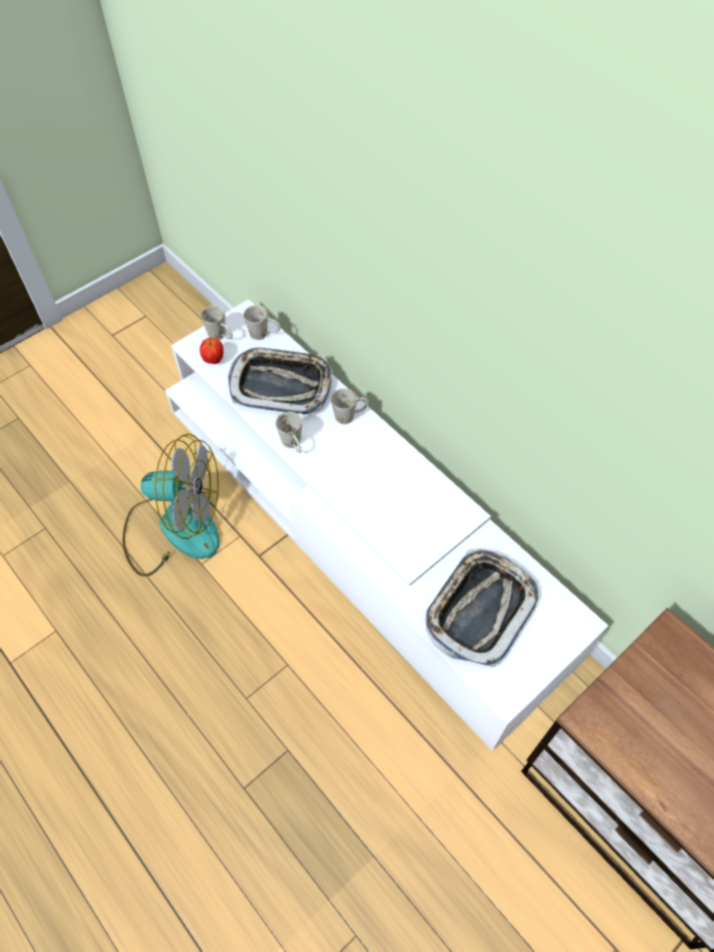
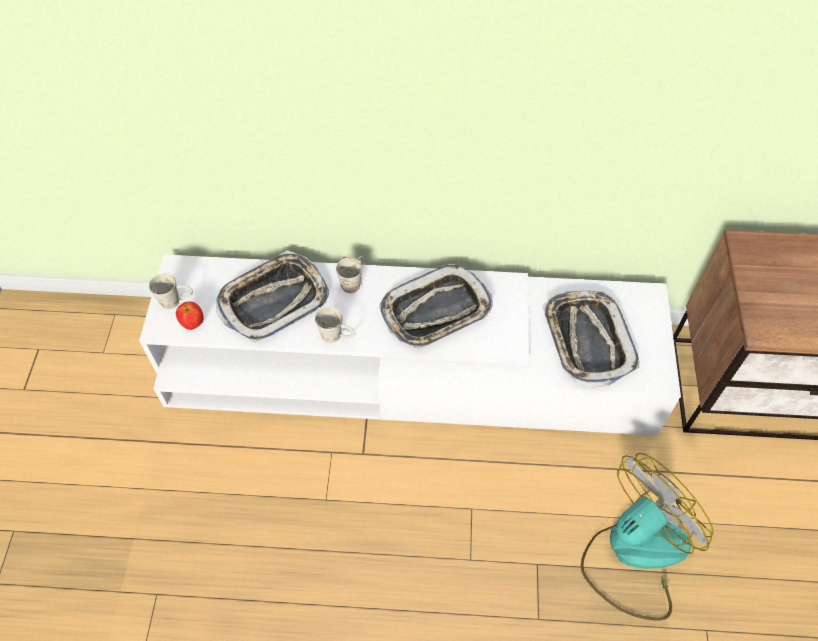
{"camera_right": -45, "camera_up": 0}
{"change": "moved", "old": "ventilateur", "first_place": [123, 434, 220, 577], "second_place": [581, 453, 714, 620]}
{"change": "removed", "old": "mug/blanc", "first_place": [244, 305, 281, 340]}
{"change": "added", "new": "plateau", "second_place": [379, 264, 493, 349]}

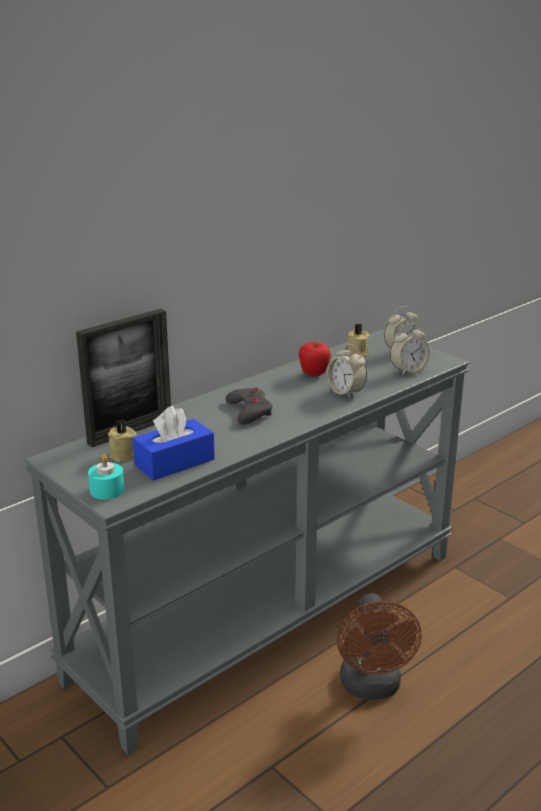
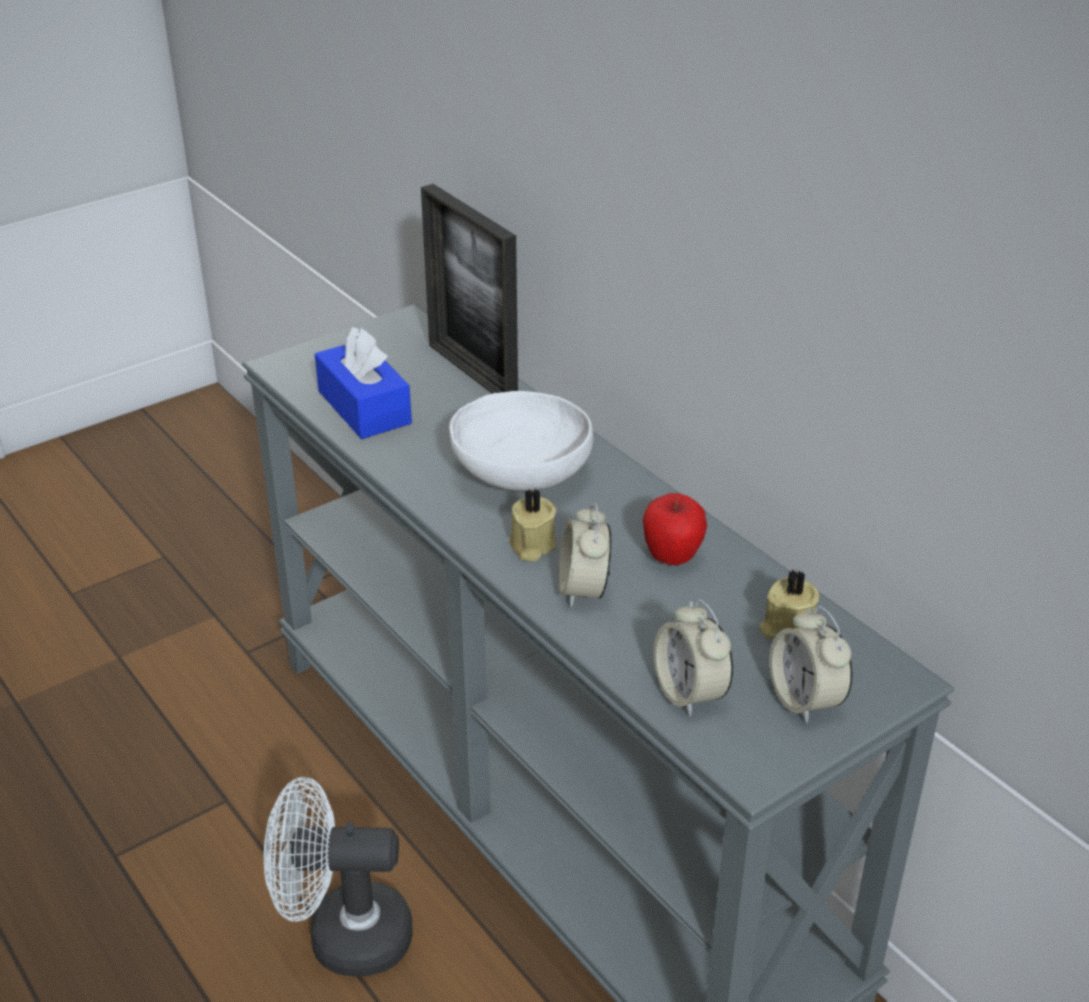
{"camera_right": 95, "camera_up": 10}
{"change": "removed", "old": "bougie/turquoise", "first_place": [88, 454, 124, 500]}
{"change": "moved", "old": "bougie/beige", "first_place": [108, 420, 137, 462], "second_place": [509, 489, 557, 561]}
{"change": "replaced", "old": "manette/gris", "new": "bol/blanc", "first_place": [225, 388, 272, 425], "second_place": [449, 391, 594, 491]}
{"change": "turned", "old": "réveil", "first_place": [327, 344, 367, 398], "second_place": [558, 503, 612, 608], "degrees": -60}
{"change": "recoloured", "old": "ventilateur/marron", "new": "ventilateur/blanc", "first_place": [337, 593, 422, 700], "second_place": [264, 777, 412, 977]}

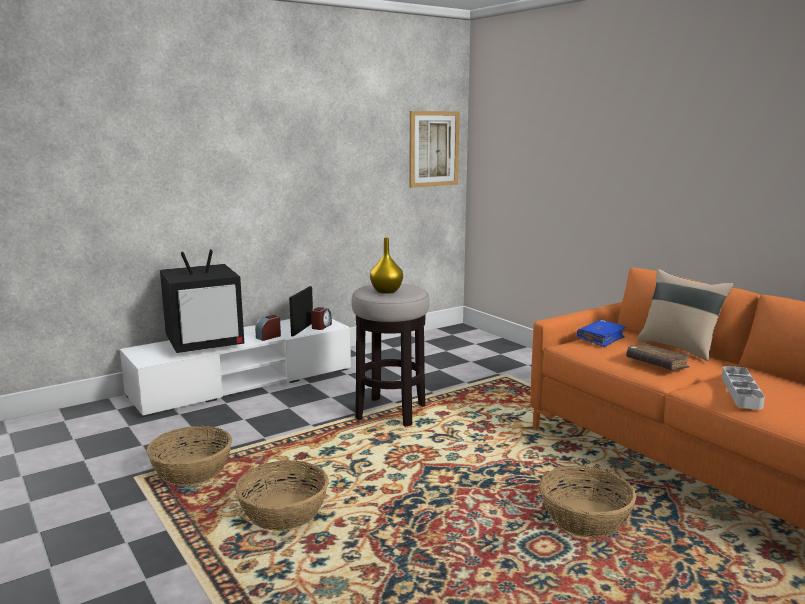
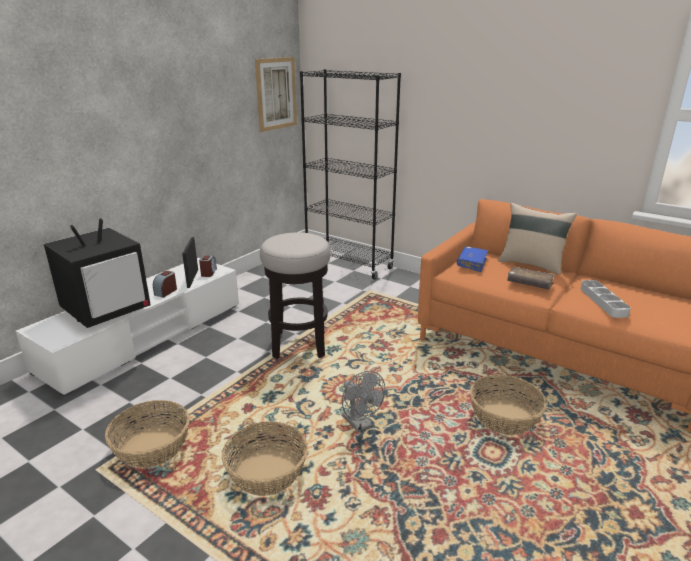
{"camera_right": -20, "camera_up": 10}
{"change": "removed", "old": "vase/jaune", "first_place": [370, 238, 403, 294]}
{"change": "added", "new": "bibliothèque/noir", "second_place": [300, 69, 401, 279]}
{"change": "added", "new": "ventilateur/gris", "second_place": [342, 371, 385, 432]}

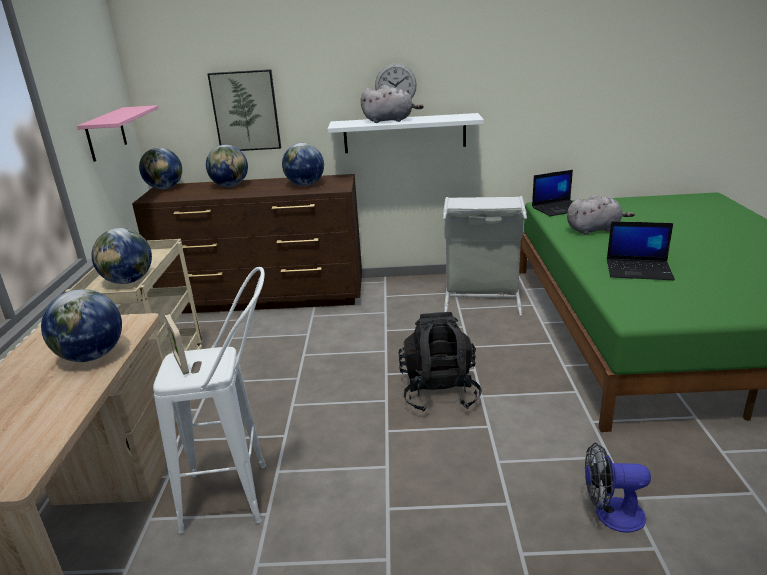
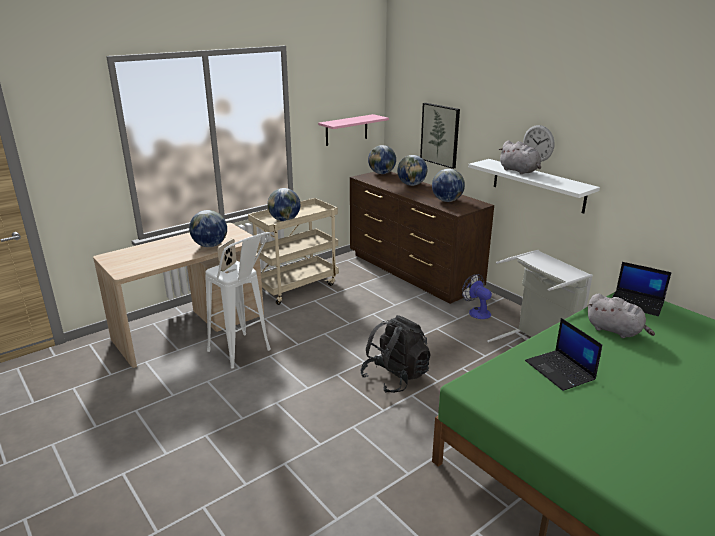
{"camera_right": 50, "camera_up": 0}
{"change": "moved", "old": "ventilateur", "first_place": [585, 442, 651, 533], "second_place": [462, 274, 492, 319]}

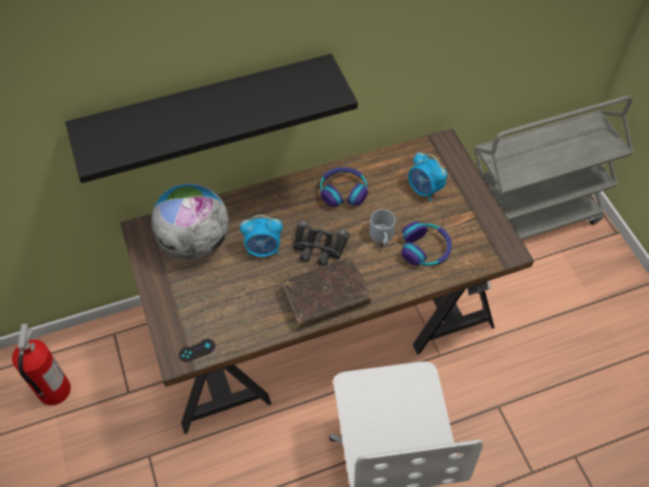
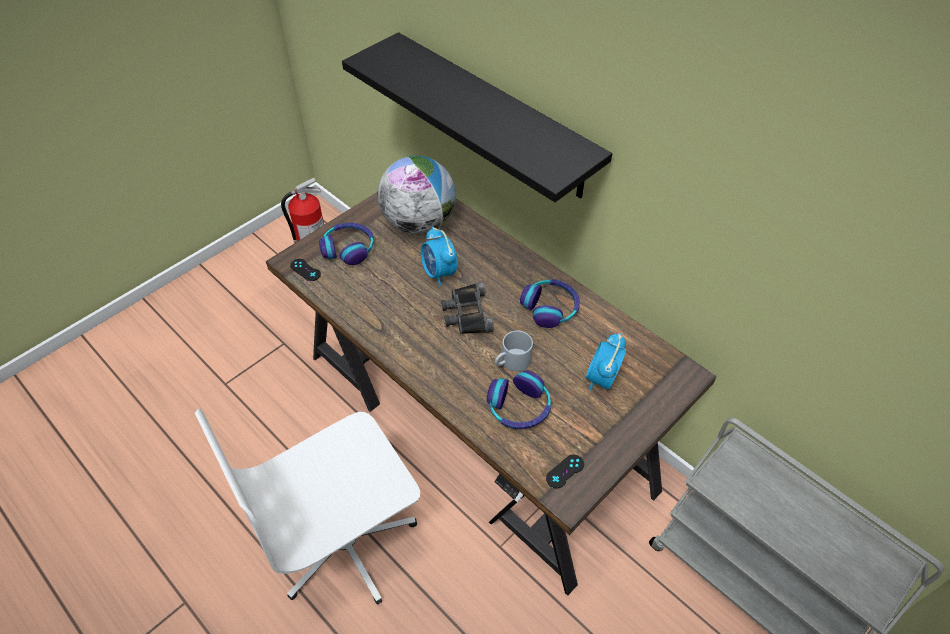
{"camera_right": 65, "camera_up": -5}
{"change": "removed", "old": "livre/marron", "first_place": [281, 258, 371, 328]}
{"change": "added", "new": "casque audio", "second_place": [319, 223, 374, 265]}
{"change": "added", "new": "manette/noir", "second_place": [546, 455, 584, 488]}

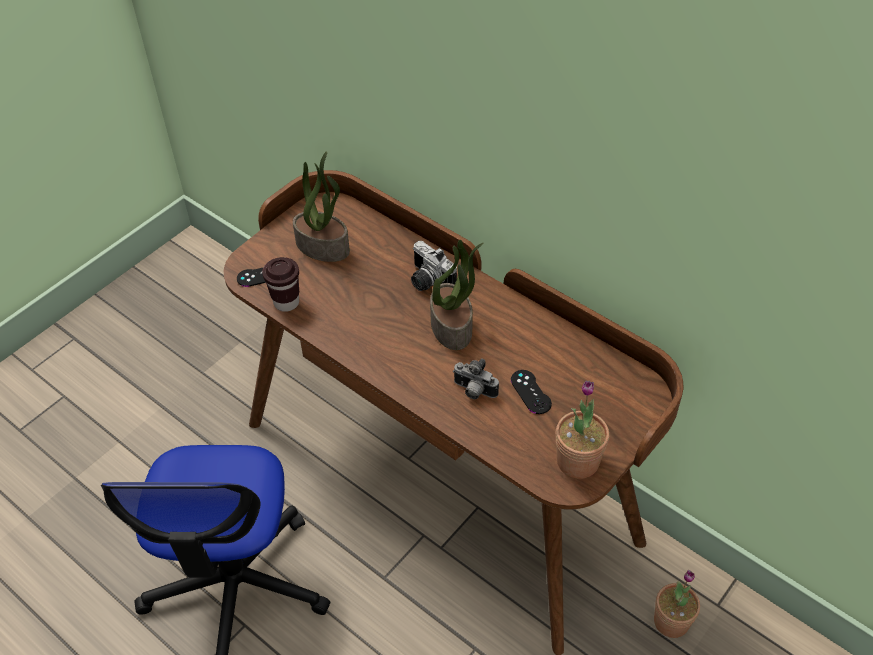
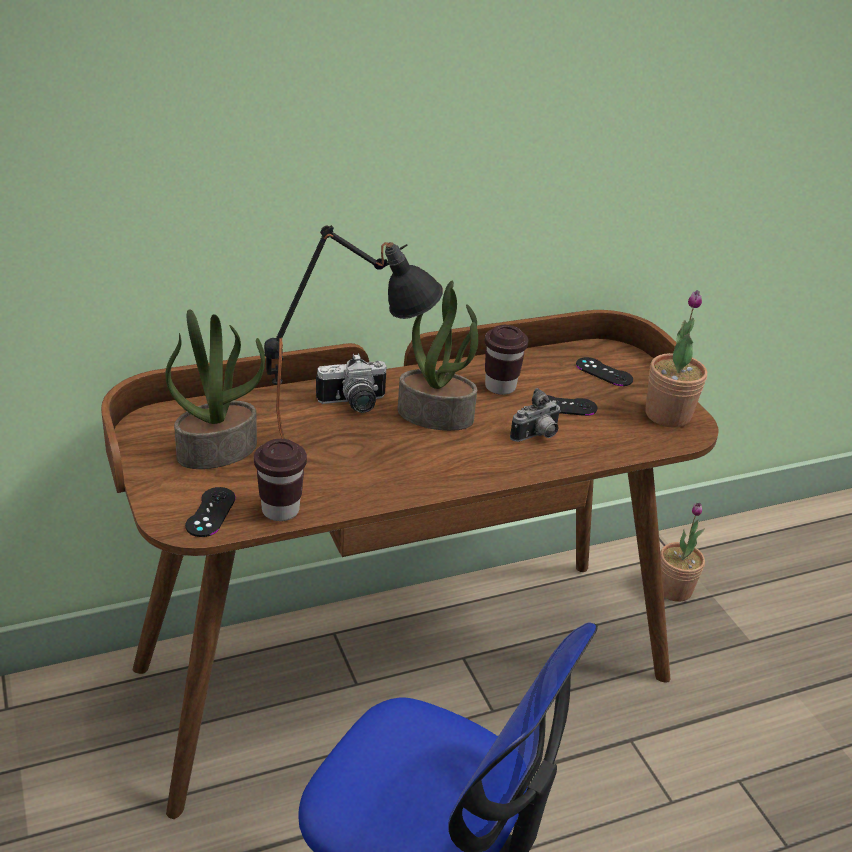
{"camera_right": -65, "camera_up": -15}
{"change": "added", "new": "lampe de table/noir", "second_place": [264, 225, 443, 439]}
{"change": "added", "new": "tasse/marron", "second_place": [485, 325, 528, 395]}
{"change": "added", "new": "manette/noir", "second_place": [576, 357, 633, 386]}

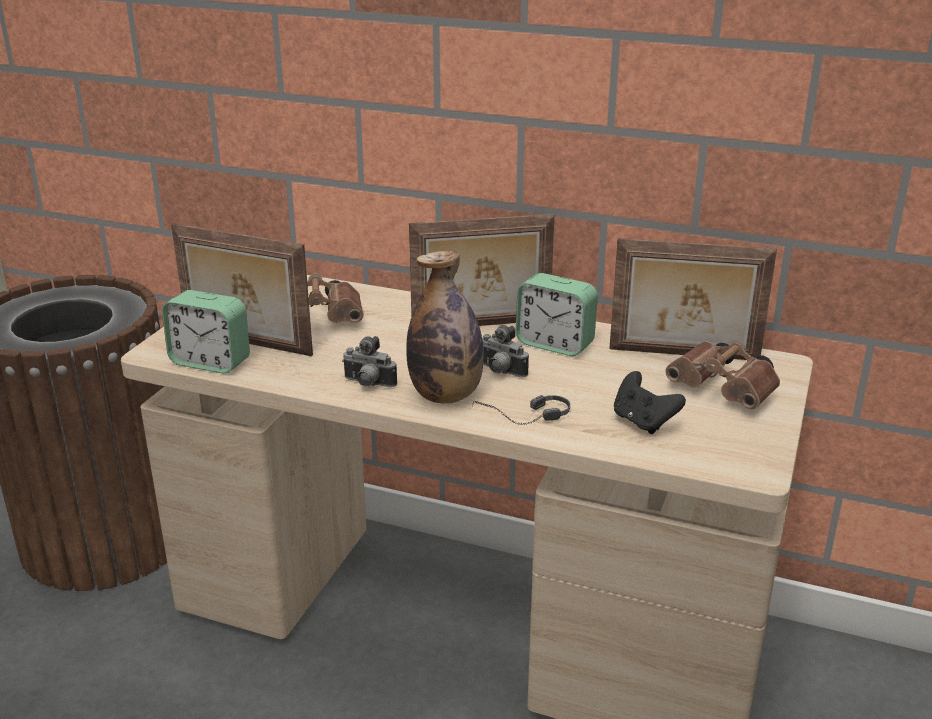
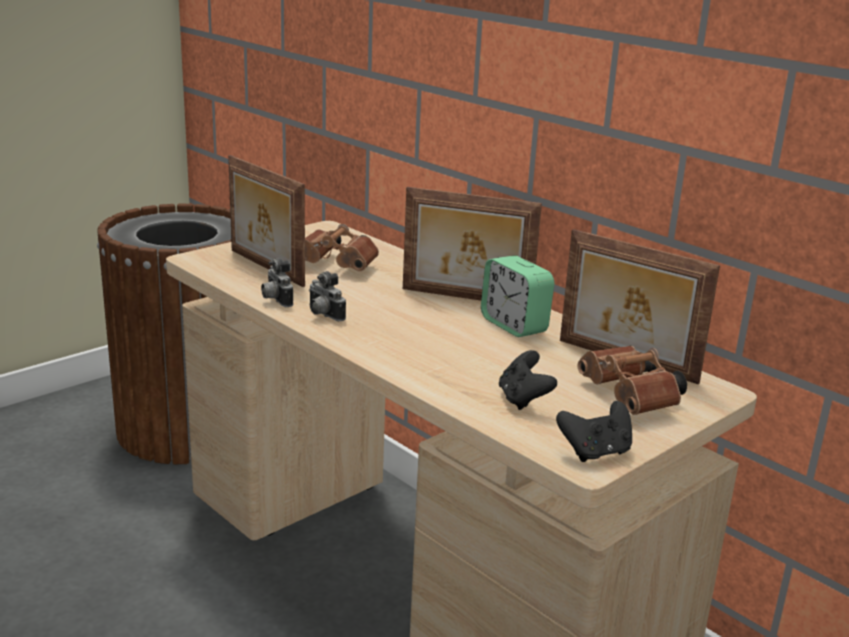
{"camera_right": 25, "camera_up": -5}
{"change": "removed", "old": "réveil", "first_place": [162, 290, 250, 374]}
{"change": "removed", "old": "bouteille", "first_place": [406, 251, 484, 404]}
{"change": "removed", "old": "casque audio", "first_place": [472, 395, 570, 425]}
{"change": "moved", "old": "appareil photo", "first_place": [482, 325, 529, 377], "second_place": [261, 258, 293, 307]}
{"change": "added", "new": "manette/noir", "second_place": [556, 401, 632, 462]}

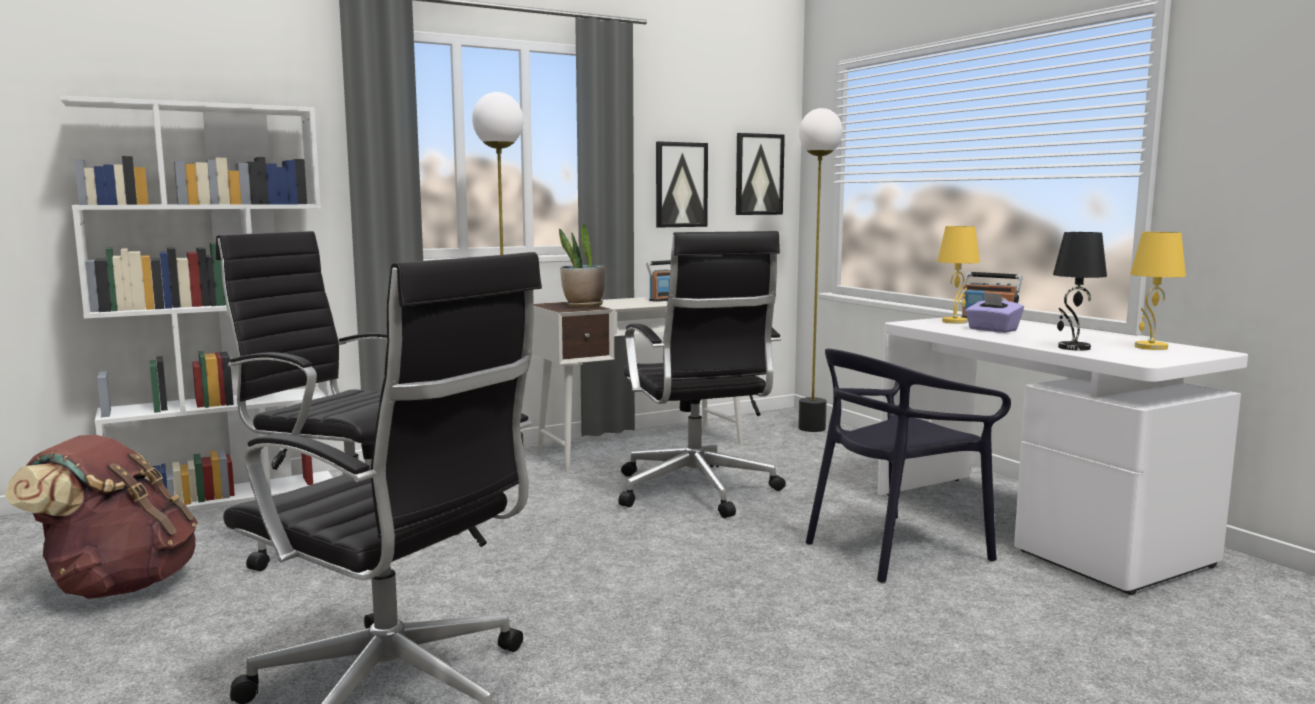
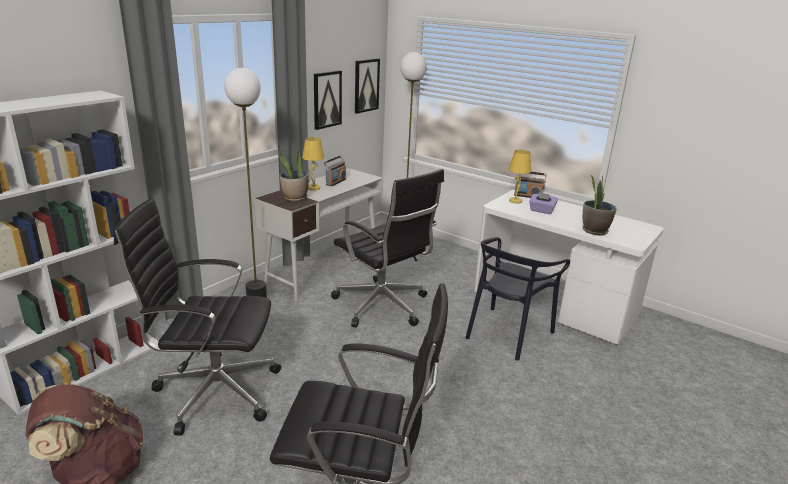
{"camera_right": -25, "camera_up": 15}
{"change": "replaced", "old": "lampe de table/noir", "new": "plante en pot", "first_place": [1053, 232, 1107, 351], "second_place": [583, 175, 617, 236]}
{"change": "moved", "old": "lampe de table/jaune", "first_place": [1130, 232, 1186, 350], "second_place": [302, 137, 324, 191]}

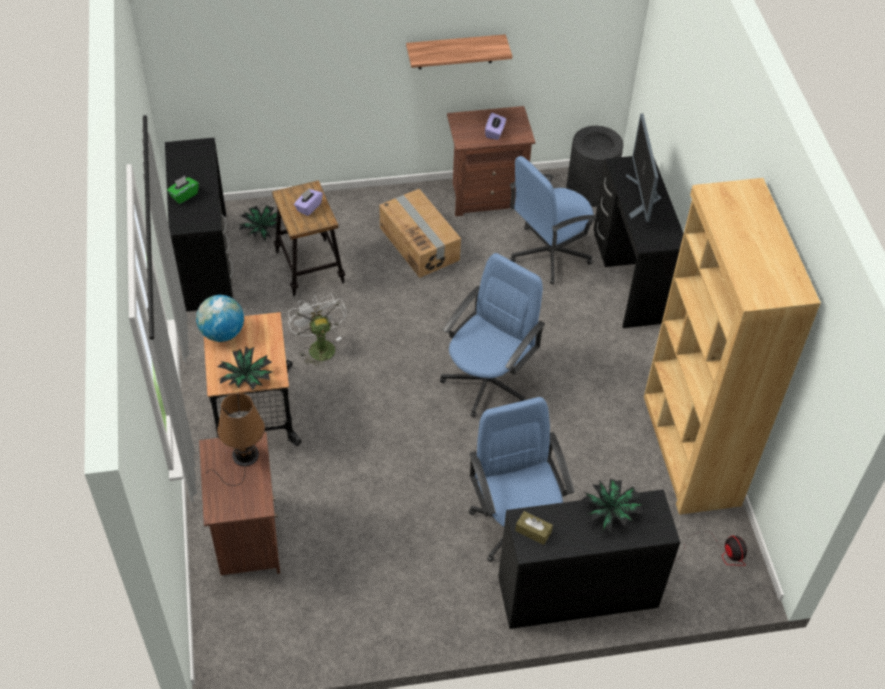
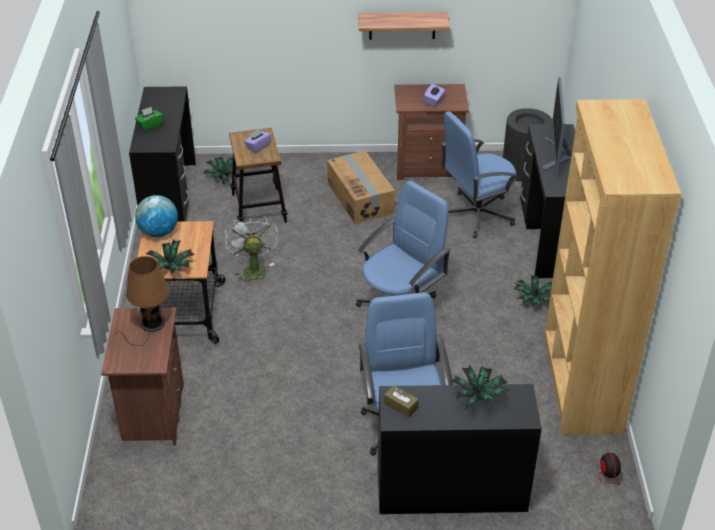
{"camera_right": 10, "camera_up": -10}
{"change": "added", "new": "plante en pot", "second_place": [514, 275, 552, 307]}

